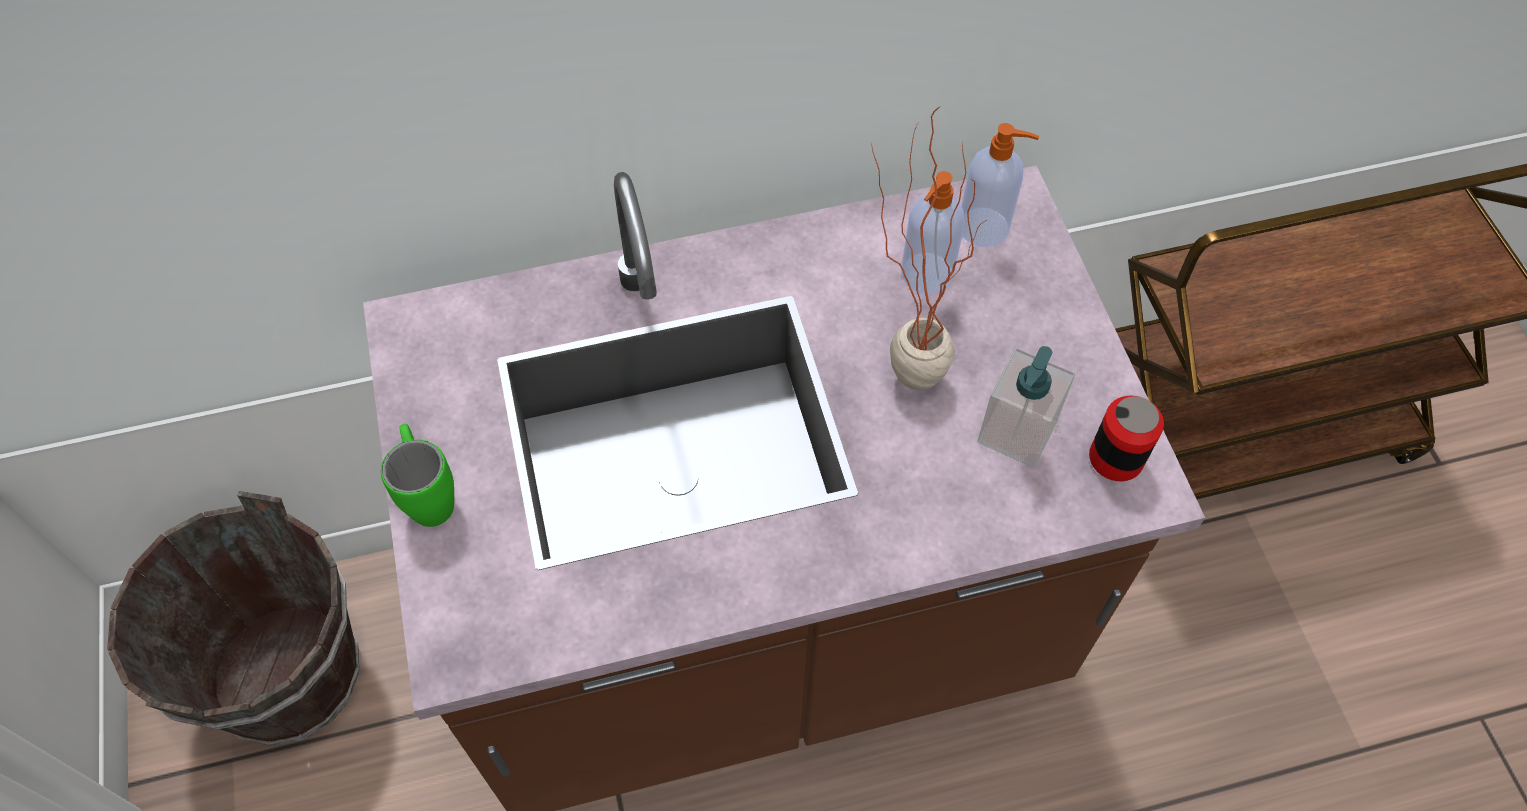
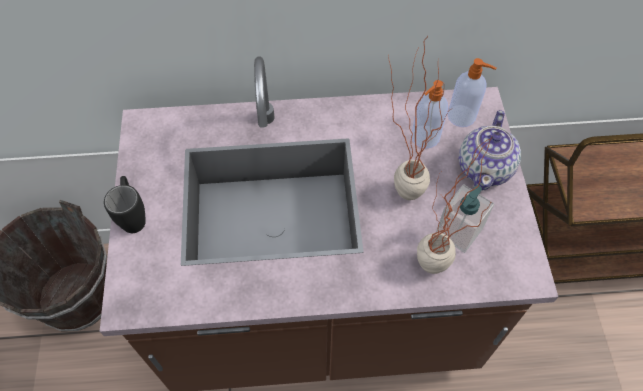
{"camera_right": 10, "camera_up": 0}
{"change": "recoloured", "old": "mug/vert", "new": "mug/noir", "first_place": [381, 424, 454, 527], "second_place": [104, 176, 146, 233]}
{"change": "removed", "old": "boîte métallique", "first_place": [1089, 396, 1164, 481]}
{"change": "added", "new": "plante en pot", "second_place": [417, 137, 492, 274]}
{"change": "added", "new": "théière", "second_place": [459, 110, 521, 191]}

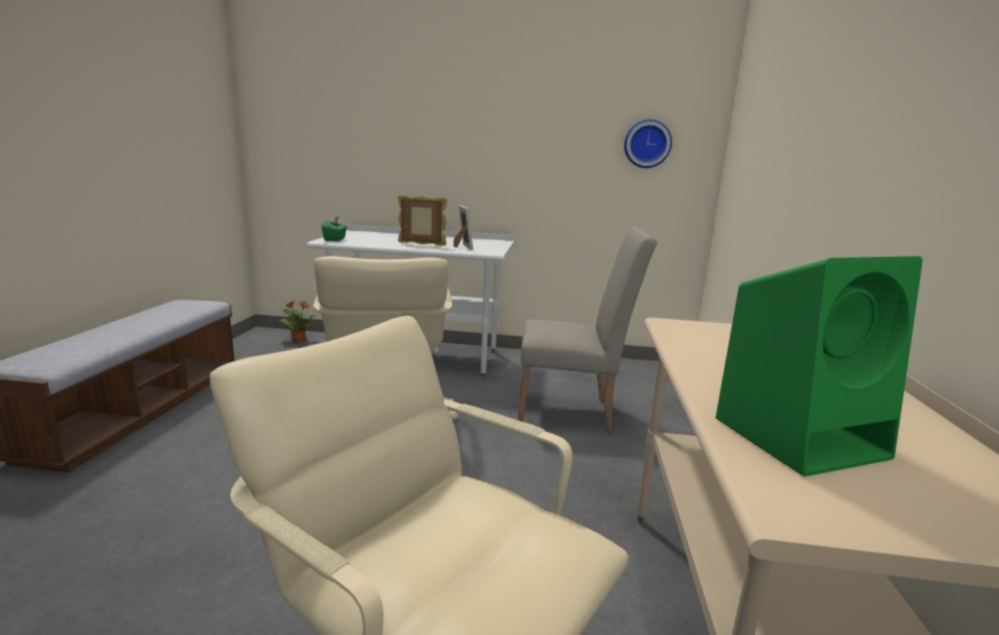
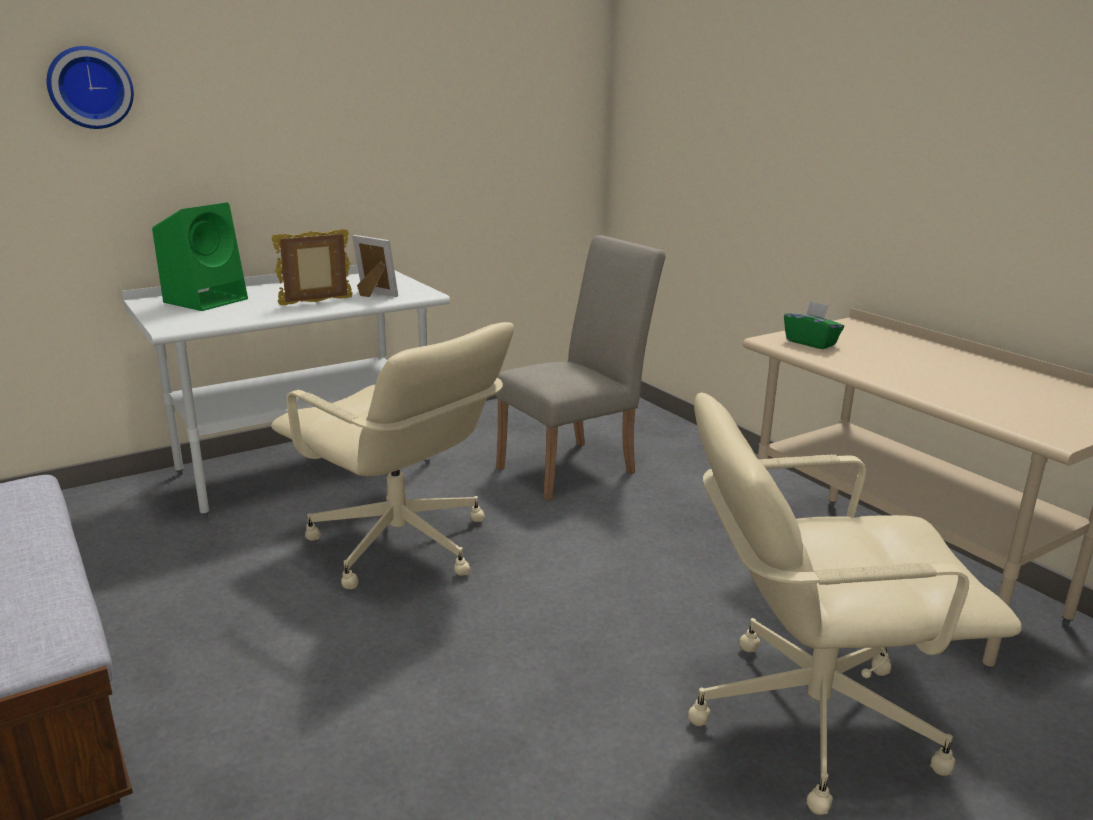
{"camera_right": -40, "camera_up": 5}
{"change": "removed", "old": "plante en pot", "first_place": [278, 301, 317, 342]}
{"change": "moved", "old": "boîte à mouchoirs/vert", "first_place": [321, 216, 347, 241], "second_place": [784, 301, 844, 349]}
{"change": "moved", "old": "horloge murale", "first_place": [624, 119, 672, 168], "second_place": [47, 46, 134, 129]}
{"change": "moved", "old": "enceinte/vert", "first_place": [716, 256, 923, 477], "second_place": [152, 203, 248, 311]}

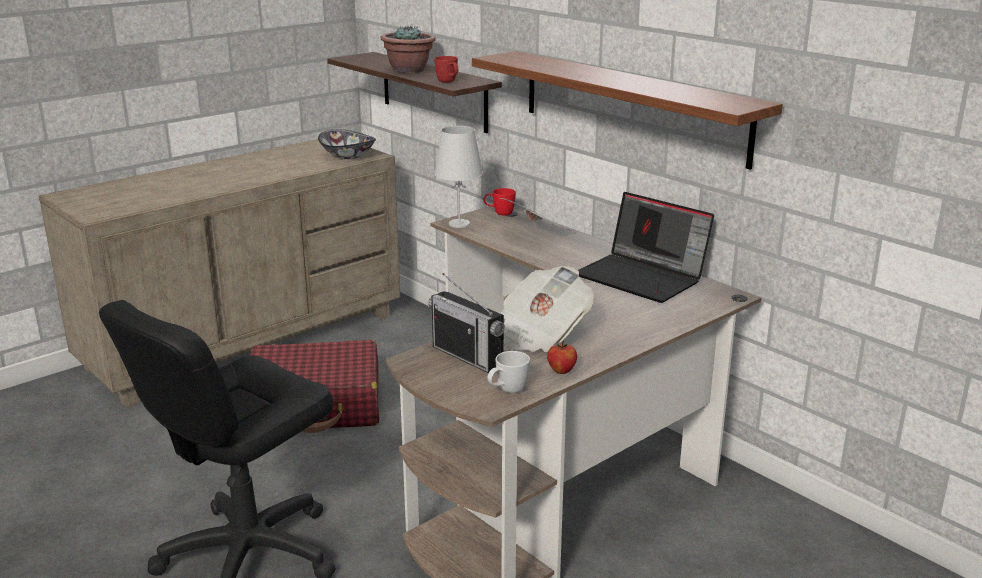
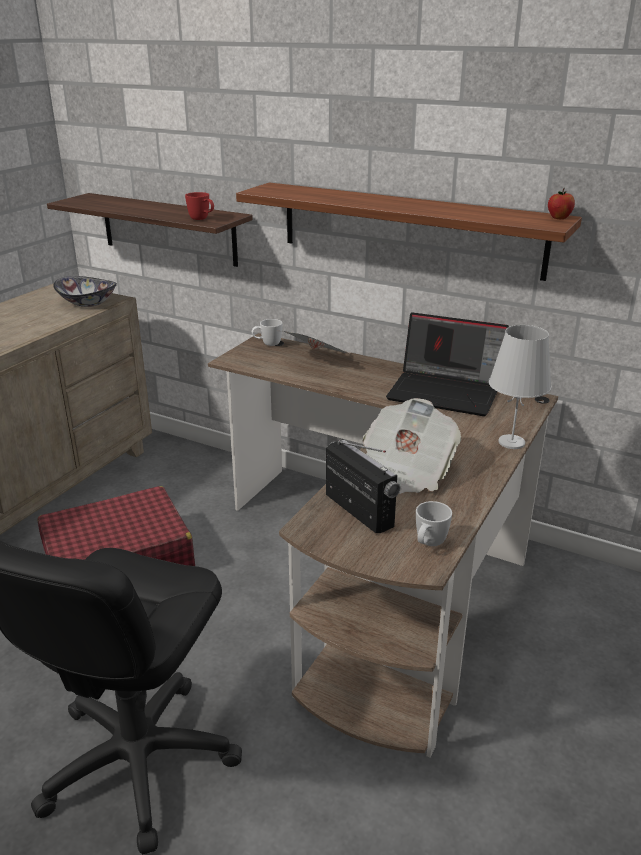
{"camera_right": -20, "camera_up": 5}
{"change": "removed", "old": "plante en pot", "first_place": [380, 25, 436, 73]}
{"change": "turned", "old": "radio", "first_place": [428, 273, 505, 373], "second_place": [326, 439, 400, 533], "degrees": -150}
{"change": "moved", "old": "lampe de table/blanc", "first_place": [434, 126, 483, 228], "second_place": [489, 325, 552, 449]}
{"change": "recoloured", "old": "mug/rouge", "new": "mug/blanc", "first_place": [483, 188, 516, 215], "second_place": [252, 319, 283, 346]}
{"change": "moved", "old": "pomme", "first_place": [547, 341, 577, 374], "second_place": [548, 188, 575, 219]}

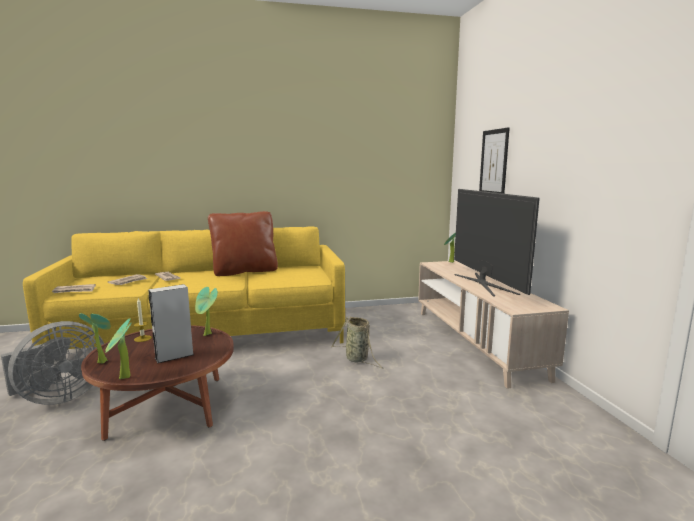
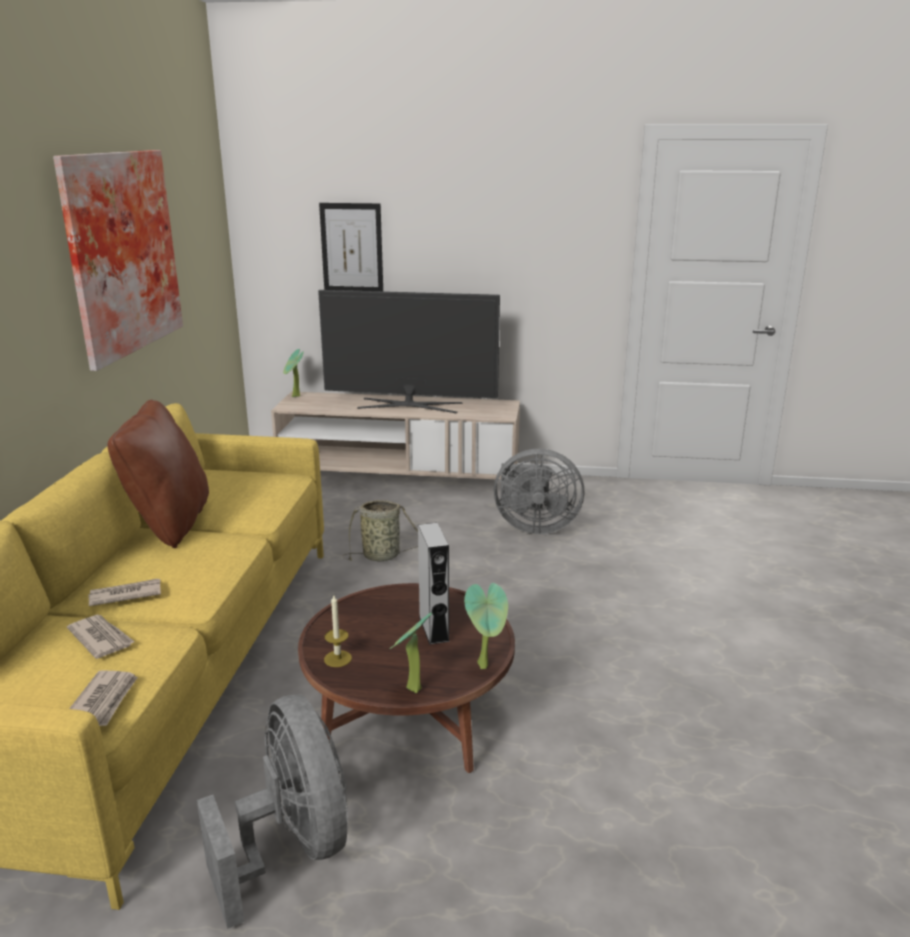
{"camera_right": -70, "camera_up": 10}
{"change": "removed", "old": "plante en pot", "first_place": [195, 287, 218, 336]}
{"change": "added", "new": "tableau", "second_place": [53, 150, 183, 371]}
{"change": "added", "new": "ventilateur/gris", "second_place": [494, 449, 584, 534]}

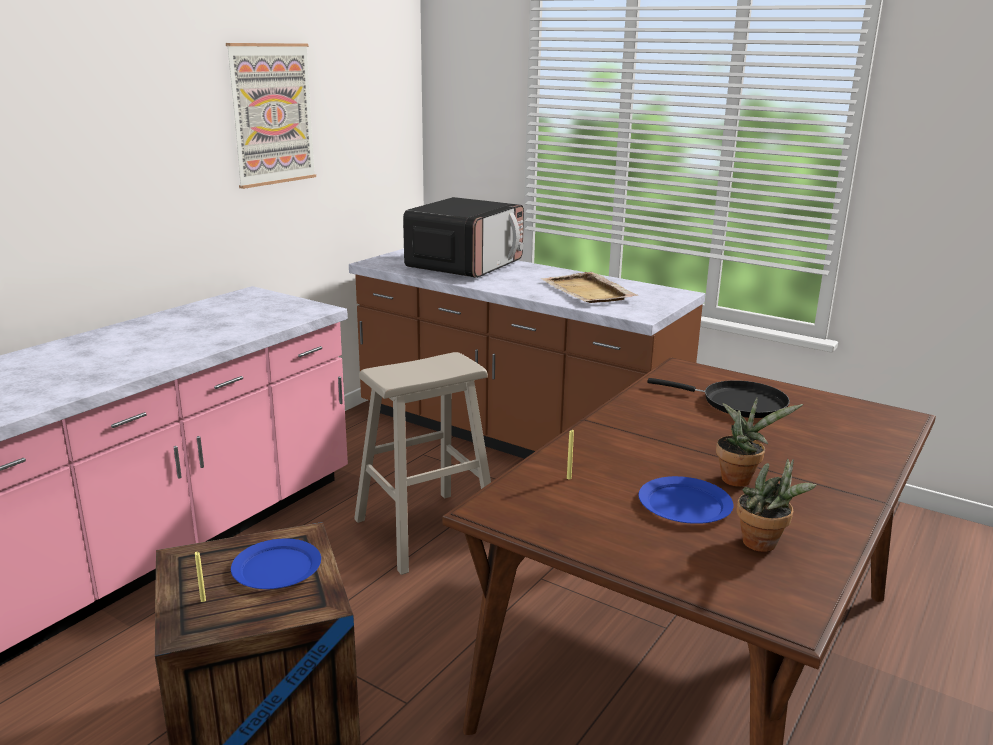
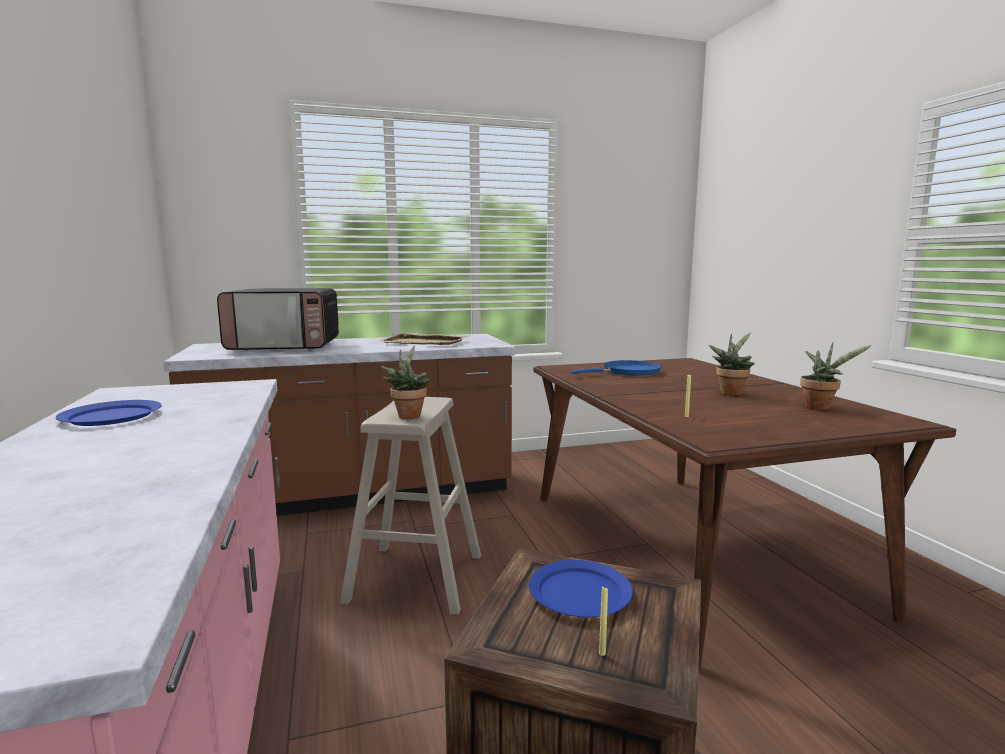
{"camera_right": -50, "camera_up": -10}
{"change": "removed", "old": "tableau", "first_place": [226, 43, 316, 189]}
{"change": "turned", "old": "micro-ondes", "first_place": [403, 197, 524, 278], "second_place": [217, 288, 339, 350], "degrees": 105}
{"change": "moved", "old": "assiette/bleu", "first_place": [639, 476, 734, 524], "second_place": [56, 400, 162, 426]}
{"change": "recoloured", "old": "poêle/noir", "new": "poêle/bleu", "first_place": [647, 378, 790, 418], "second_place": [571, 360, 662, 376]}
{"change": "added", "new": "plante en pot", "second_place": [380, 346, 430, 419]}

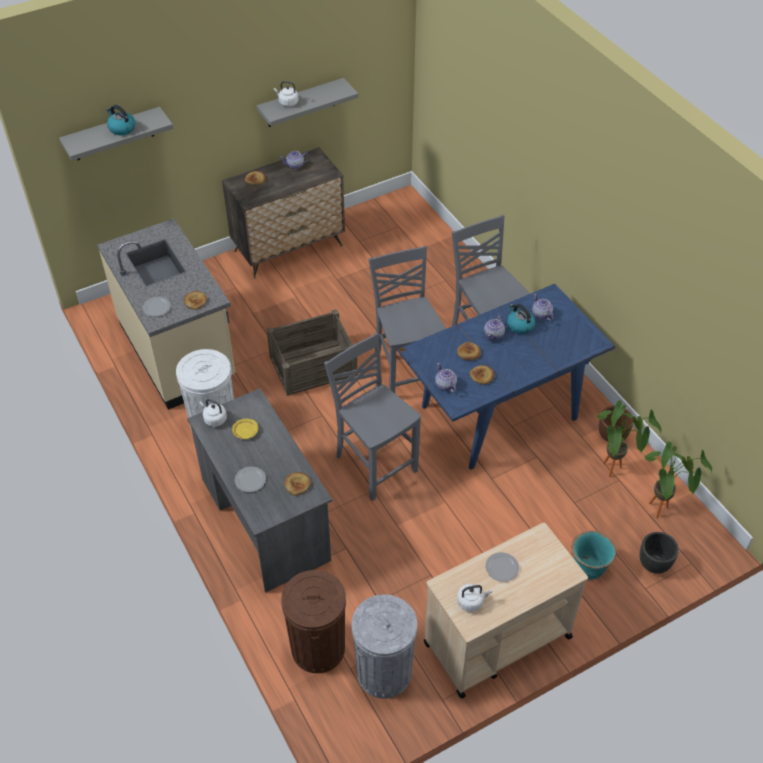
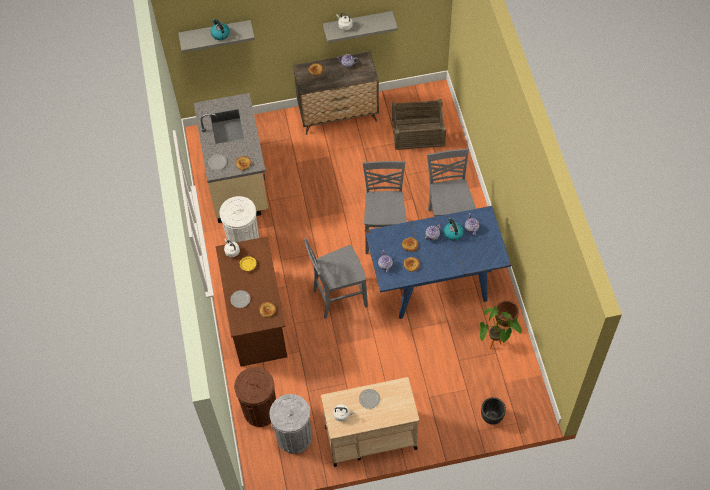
{"camera_right": 20, "camera_up": 10}
{"change": "recoloured", "old": "bureau/gris", "new": "bureau/marron", "first_place": [187, 388, 332, 593], "second_place": [216, 236, 287, 367]}
{"change": "moved", "old": "caisse", "first_place": [267, 309, 358, 396], "second_place": [392, 99, 446, 150]}
{"change": "turned", "old": "chaise/gris", "first_place": [324, 333, 421, 501], "second_place": [303, 238, 368, 319], "degrees": -90}
{"change": "removed", "old": "cache-pot/turquoise", "first_place": [571, 531, 616, 579]}
{"change": "removed", "old": "plante en pot", "first_place": [645, 442, 712, 518]}

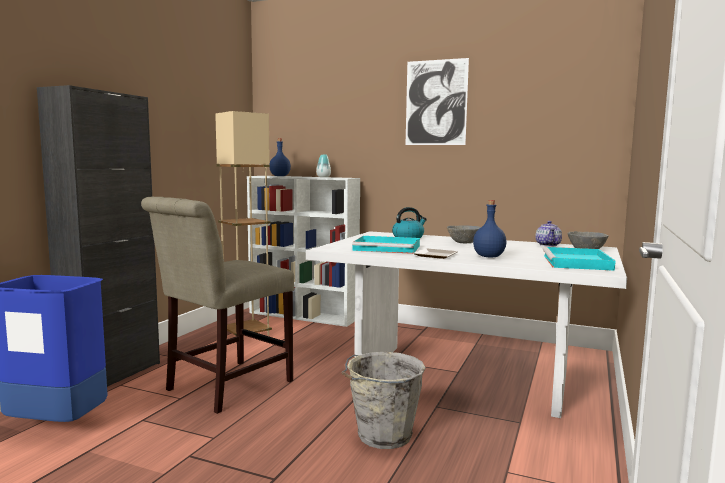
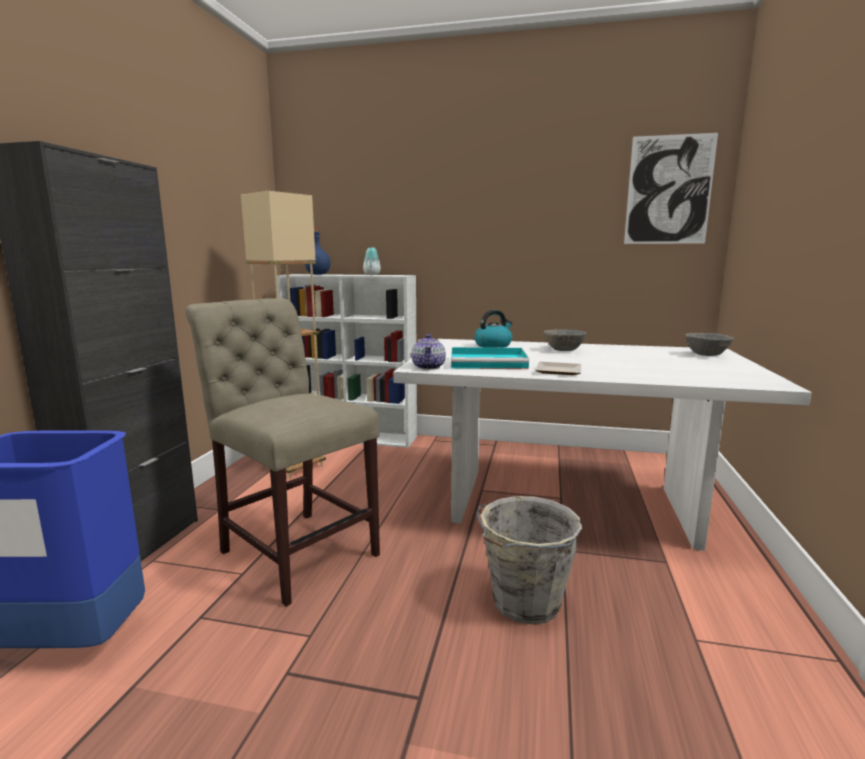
{"camera_right": -10, "camera_up": 5}
{"change": "turned", "old": "chaise/beige", "first_place": [141, 197, 294, 414], "second_place": [186, 298, 380, 607], "degrees": 105}
{"change": "moved", "old": "tableau", "first_place": [406, 58, 469, 145], "second_place": [624, 133, 718, 244]}
{"change": "removed", "old": "bouteille/bleu", "first_place": [473, 200, 507, 258]}
{"change": "moved", "old": "théière", "first_place": [535, 221, 562, 247], "second_place": [411, 334, 446, 370]}
{"change": "removed", "old": "plateau/turquoise", "first_place": [543, 247, 616, 271]}

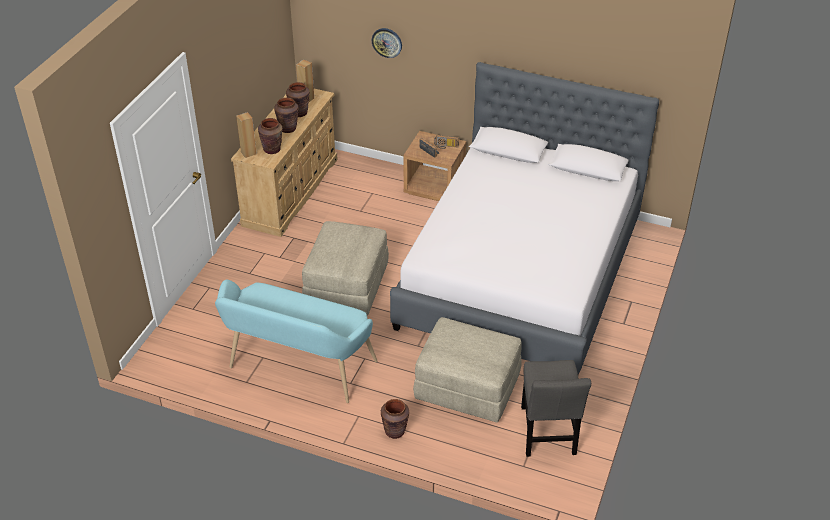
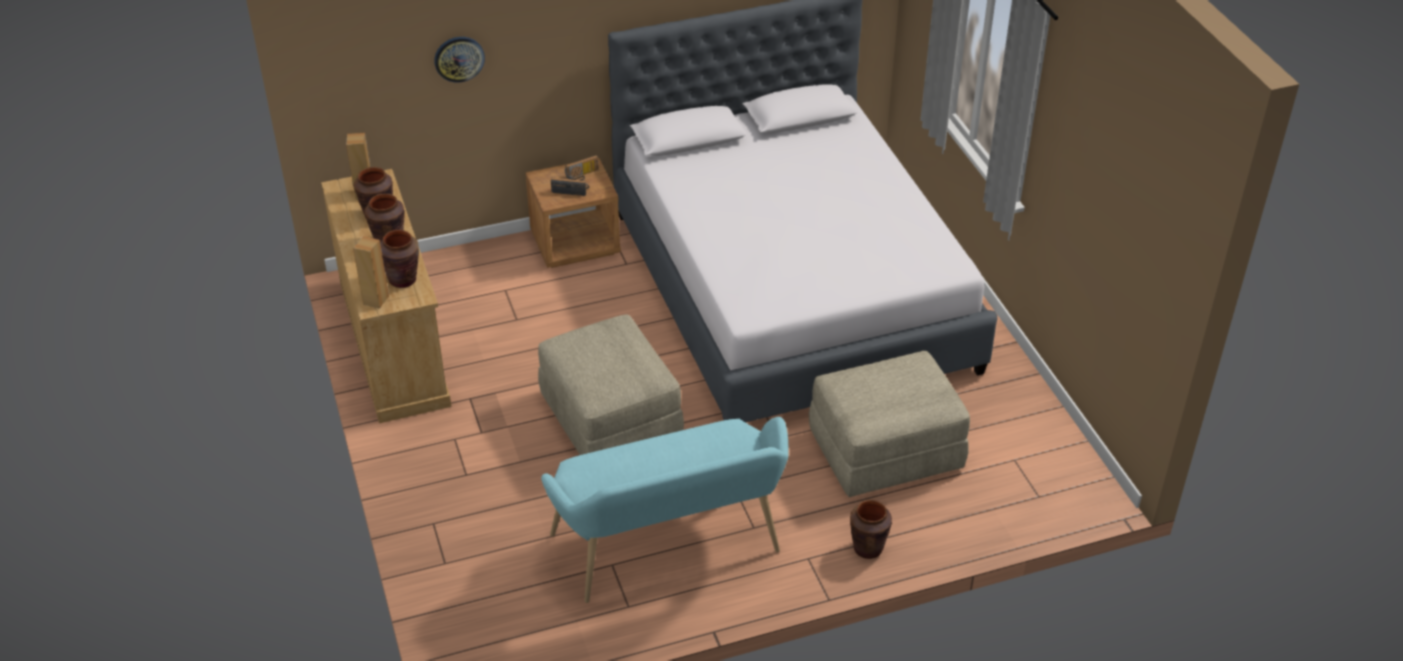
{"camera_right": -40, "camera_up": 0}
{"change": "removed", "old": "chaise/gris", "first_place": [521, 360, 591, 457]}

